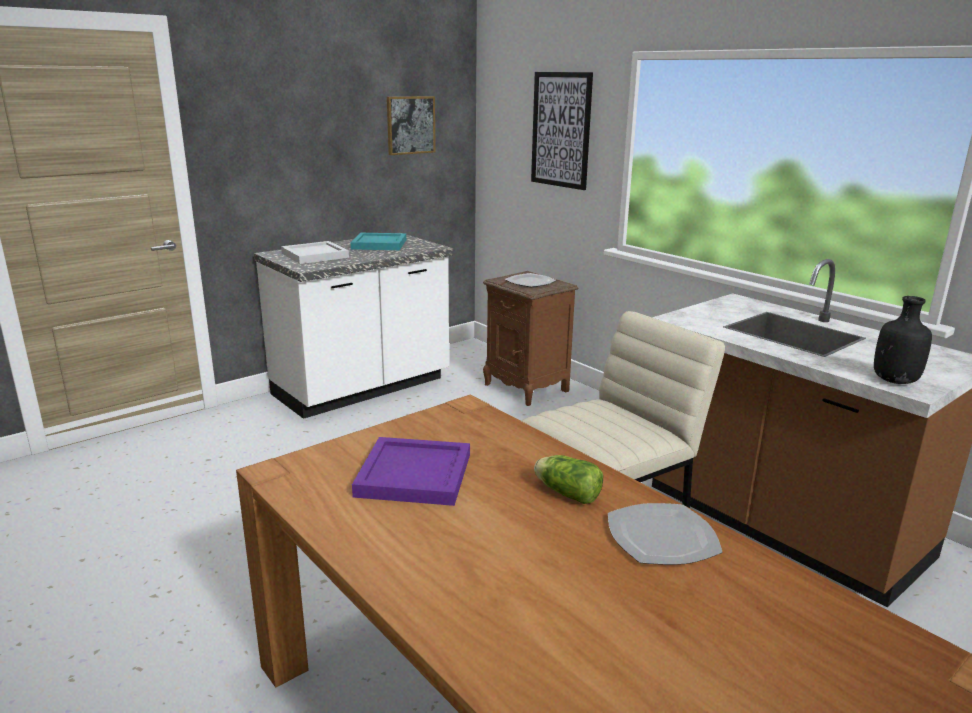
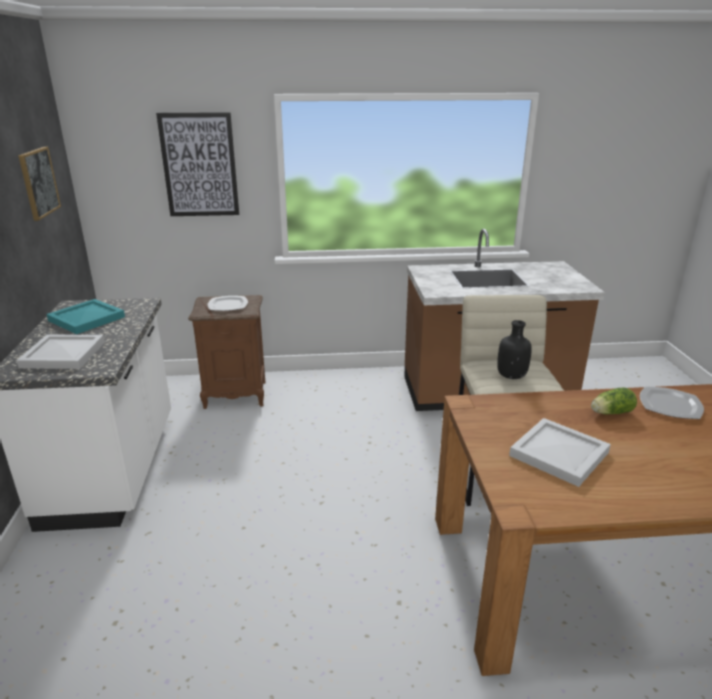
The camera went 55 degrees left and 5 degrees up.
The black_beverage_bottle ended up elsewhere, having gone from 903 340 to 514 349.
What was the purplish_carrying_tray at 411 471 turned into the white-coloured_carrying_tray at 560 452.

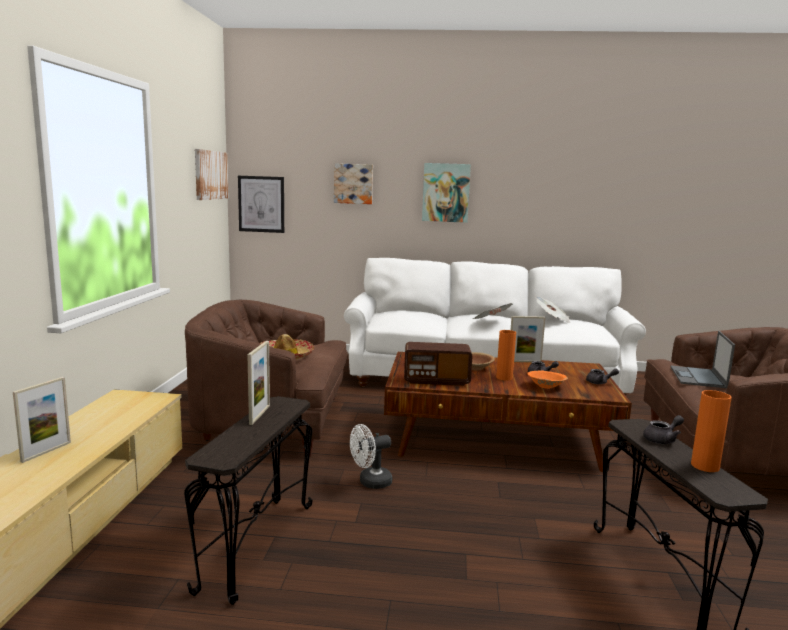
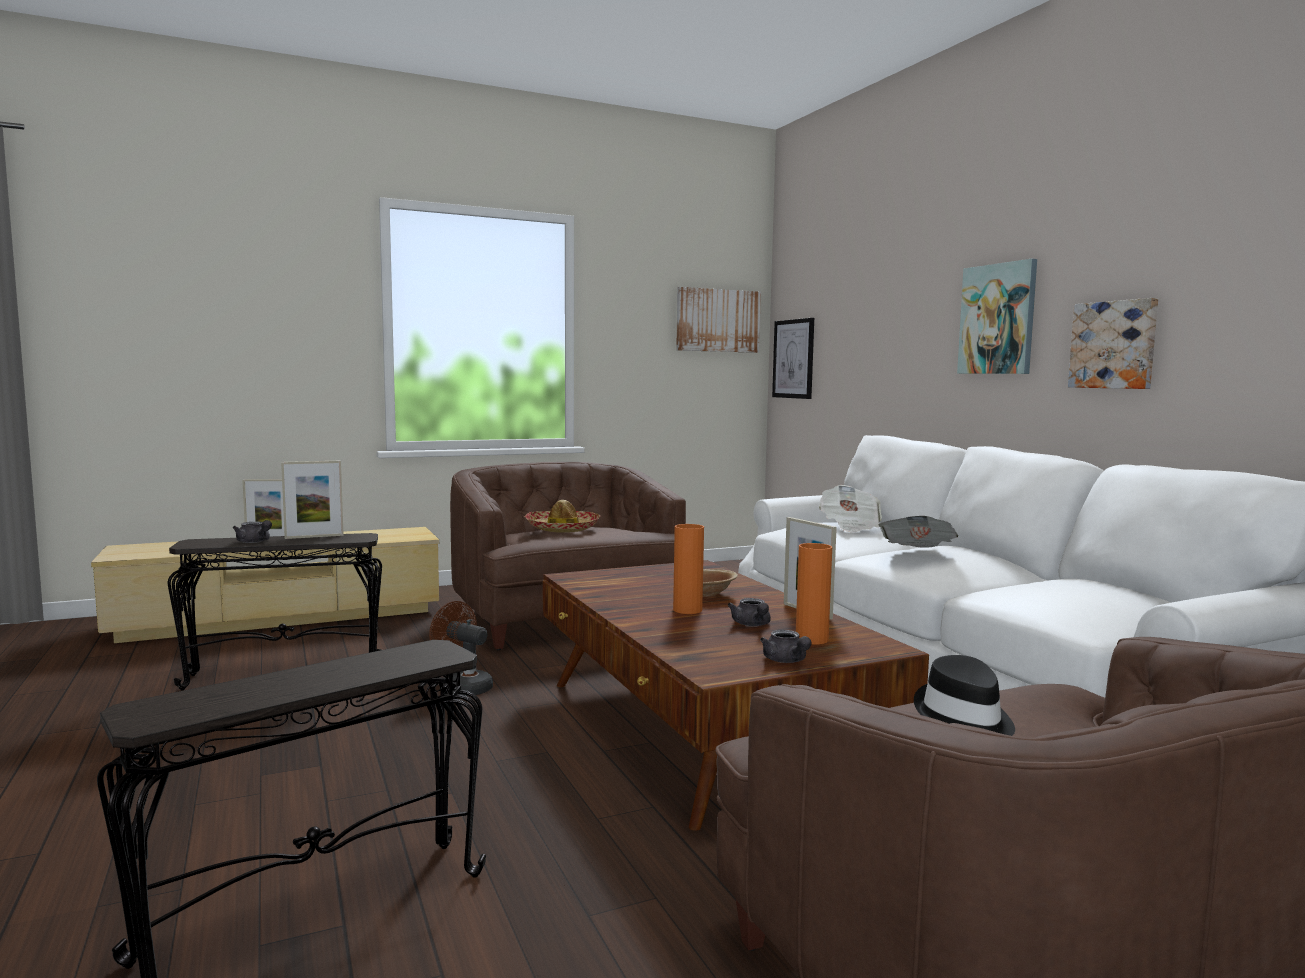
The camera went 60 degrees right and 5 degrees down.
The gray_teapot ended up elsewhere, having gone from 663 429 to 252 531.
What was the white-coloured_electric_fan at 371 456 turned into the brownish_electric_fan at 461 648.
The orange-coloured_flower_vase ended up elsewhere, having gone from 711 431 to 814 594.
The newspaper ended up elsewhere, having gone from 552 309 to 850 508.
Where the notebook_computer stood at 702 359, the black_wearable_hat came to stand at 964 695.
The wall_art ended up elsewhere, having gone from 353 183 to 1113 343.
The second view lost the radio at 438 364.
The second view lost the orange-coloured_deep_dish at 547 379.

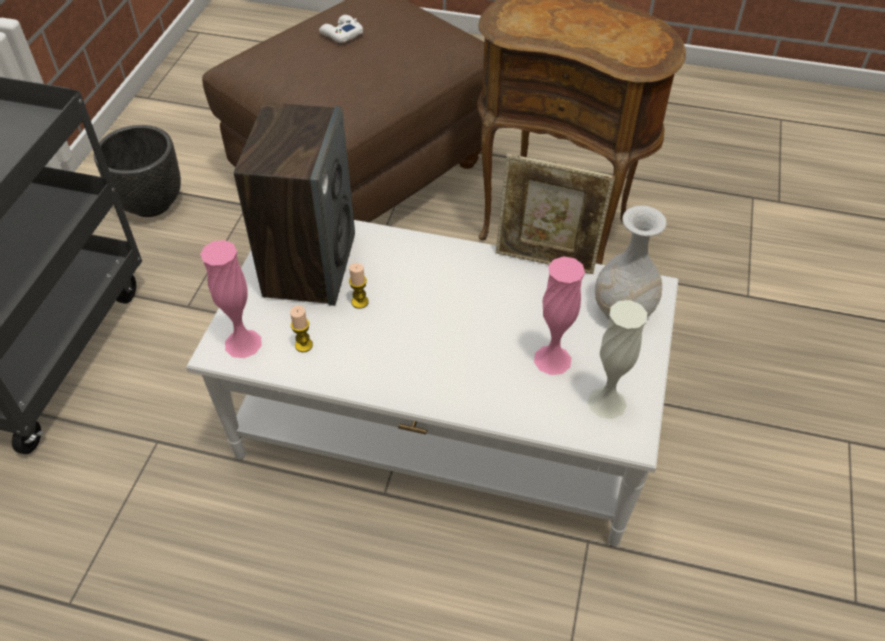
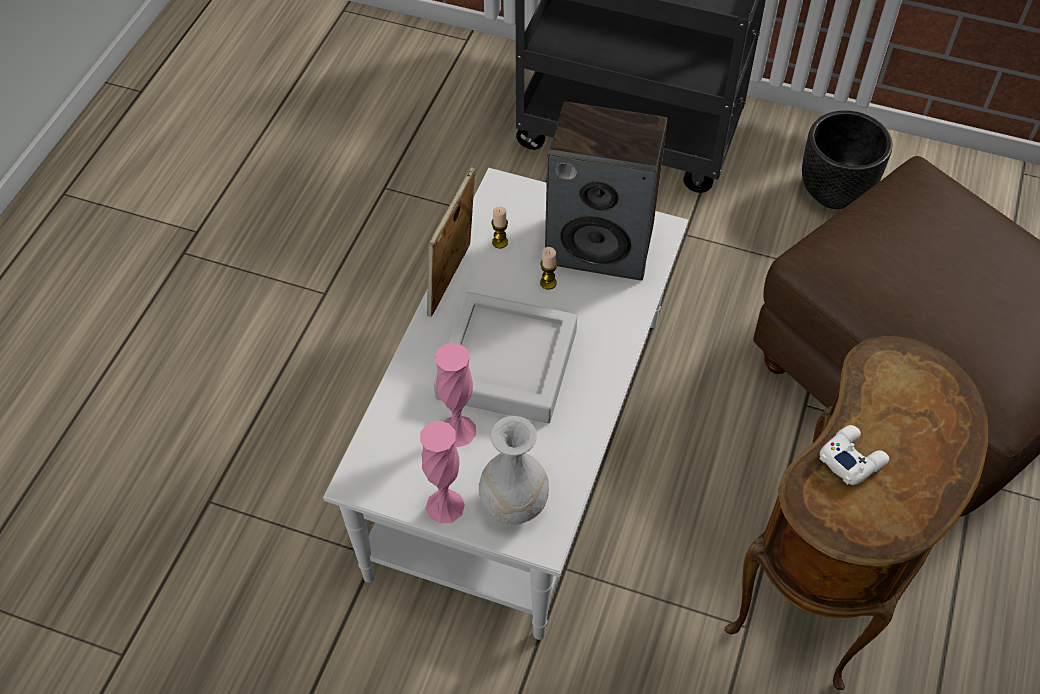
The camera went 95 degrees right and 5 degrees up.
The pink-coloured_flower_vase ended up elsewhere, having gone from 231 299 to 442 472.
The standing_frame ended up elsewhere, having gone from 555 214 to 451 242.
The second view gained the gray_carrying_tray at 505 358.
The white-coloured_gamepad ended up elsewhere, having gone from 341 29 to 854 455.
The second view lost the white-coloured_flower_vase at 617 359.

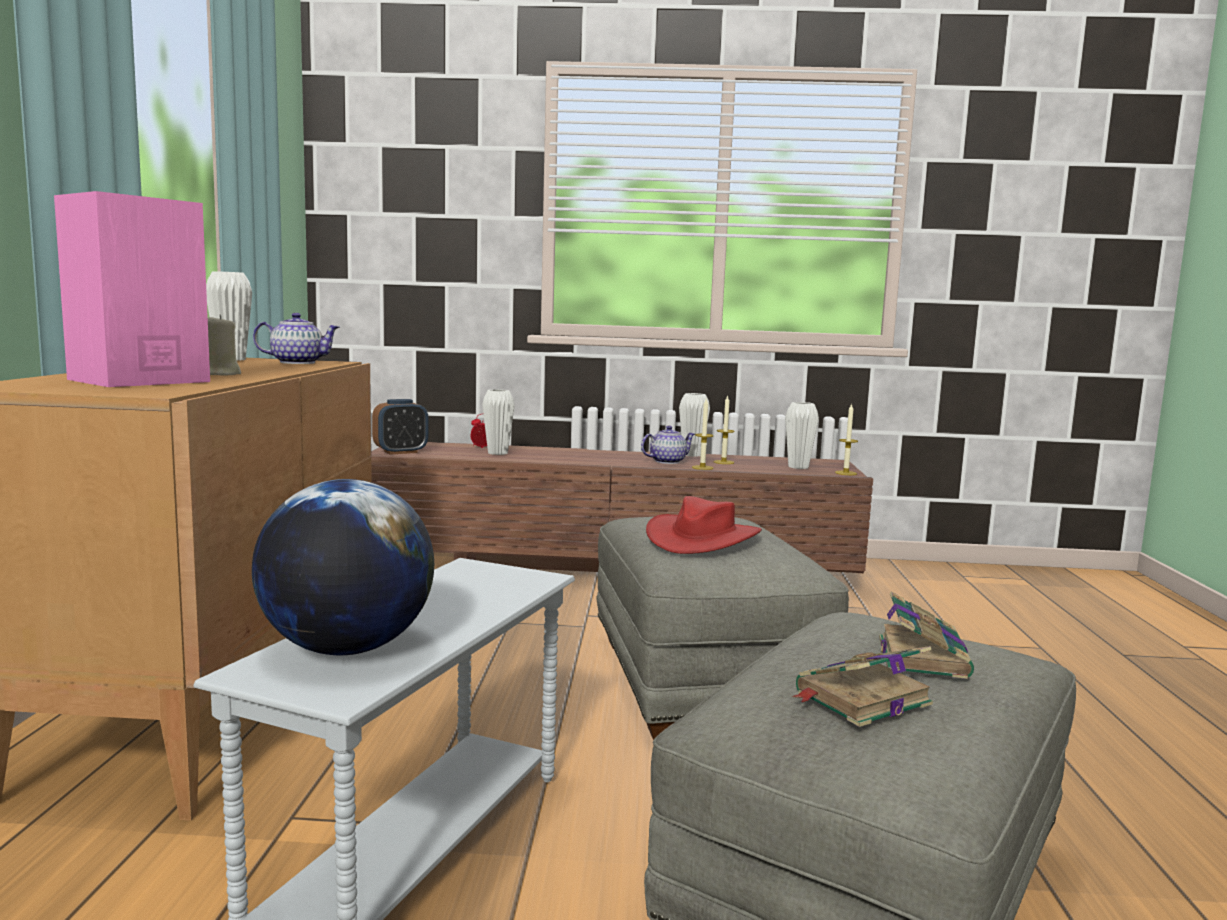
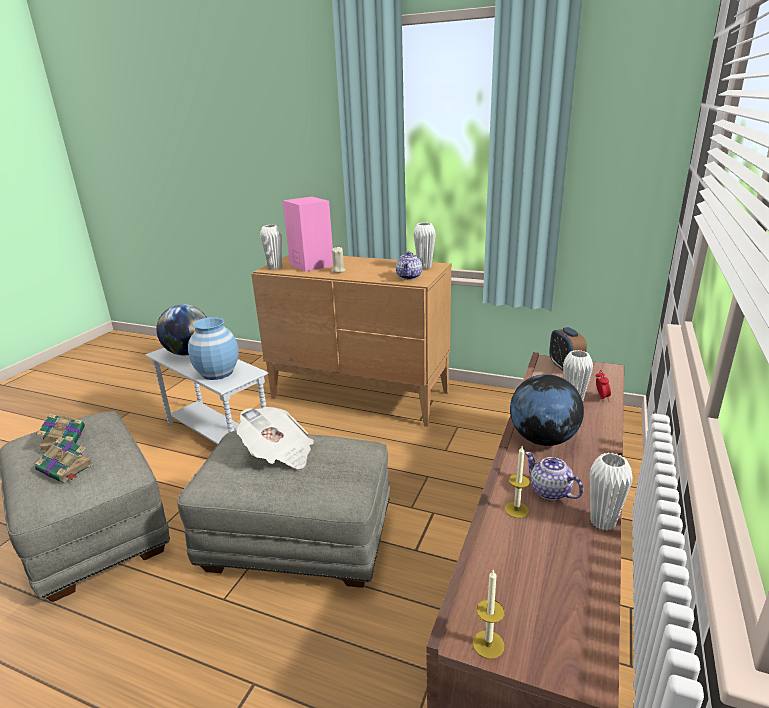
The camera went 110 degrees right and 15 degrees up.
The second view gained the blue_flower_vase at 213 348.
Where the red-coloured_wearable_hat stood at 704 525, the newspaper came to stand at 275 438.
The white-coloured_flower_vase ended up elsewhere, having gone from 802 435 to 271 247.
The second view gained the desk_globe at 547 410.
The teapot at 668 445 ended up facing another way, 150 degrees clockwise from before.
The second view lost the candle at 724 429.

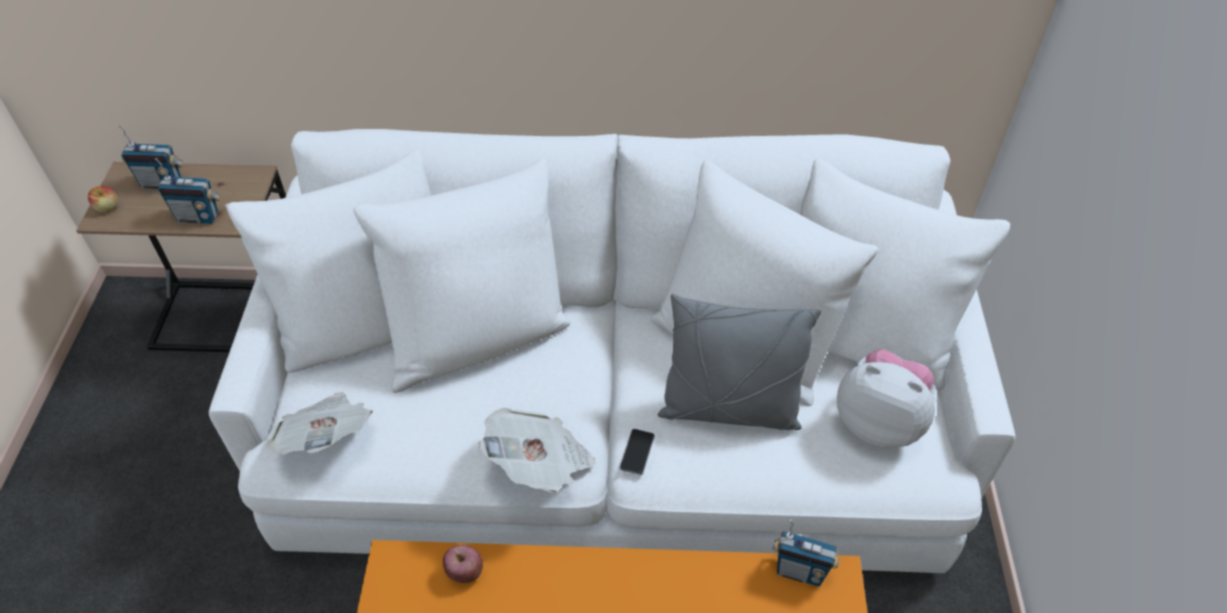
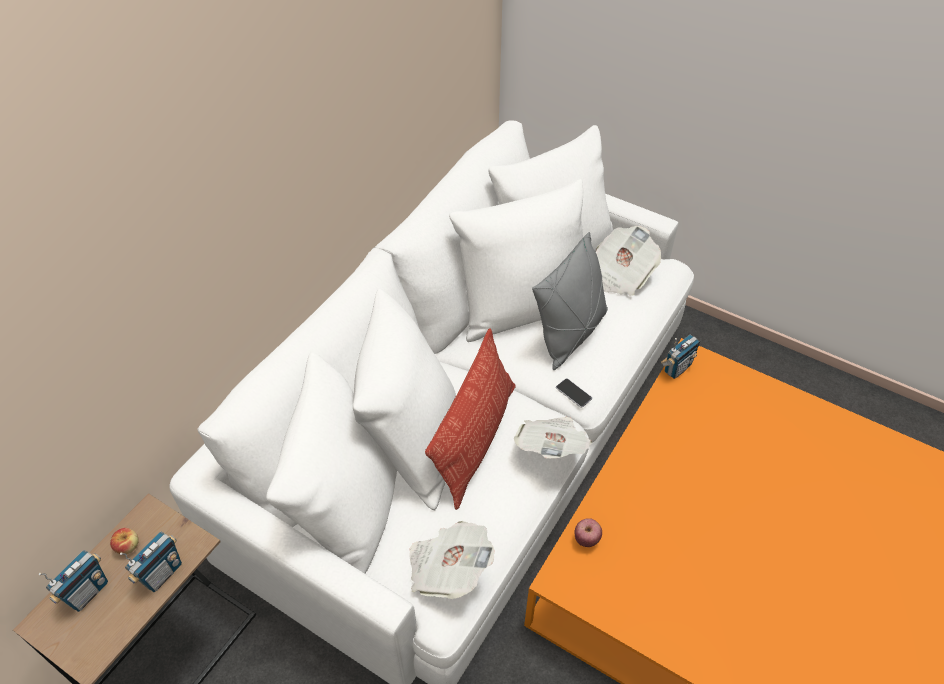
The camera went 60 degrees left and 0 degrees up.
The apple_fruit ended up elsewhere, having gone from 103 199 to 124 541.
The second view gained the cushion at 470 419.
Where the cuddly_toy stood at 886 398, the newspaper came to stand at 628 261.

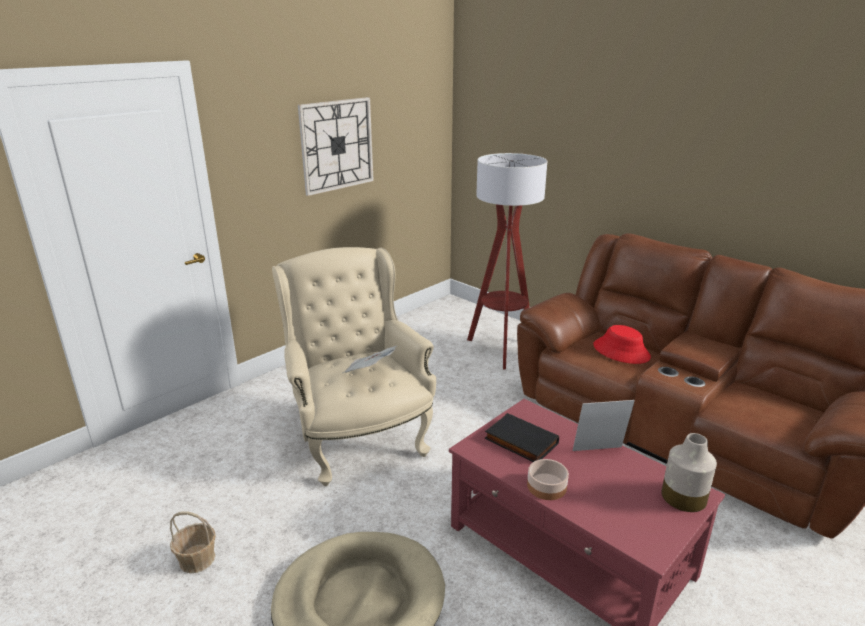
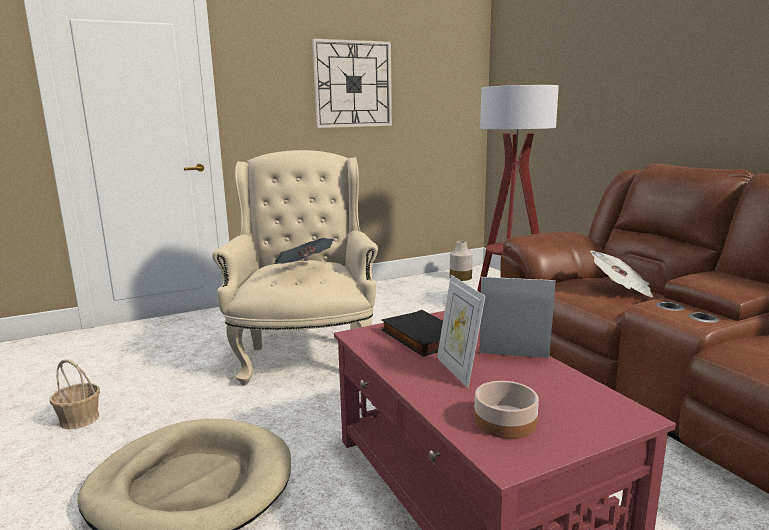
The camera went 20 degrees right and 10 degrees down.
The second view gained the standing_frame at 461 331.
The sand-coloured_flower_vase ended up elsewhere, having gone from 689 472 to 461 261.
The deep_dish ended up elsewhere, having gone from 548 479 to 506 410.
Where the red-coloured_wearable_hat stood at 622 344, the newspaper came to stand at 622 274.

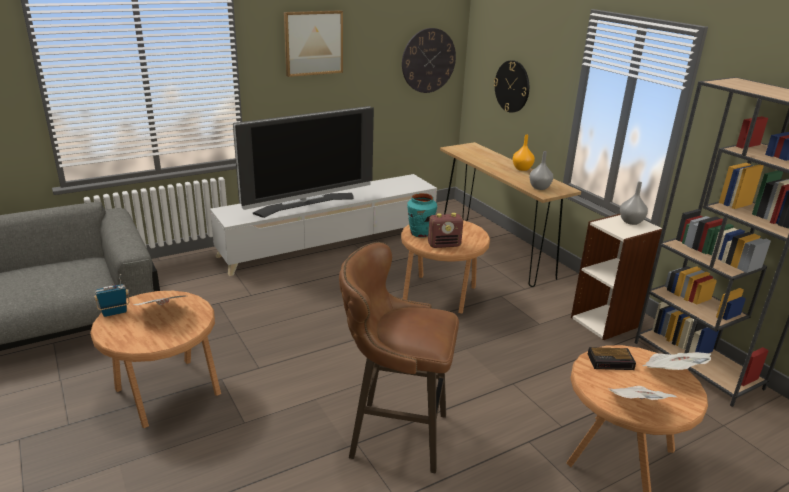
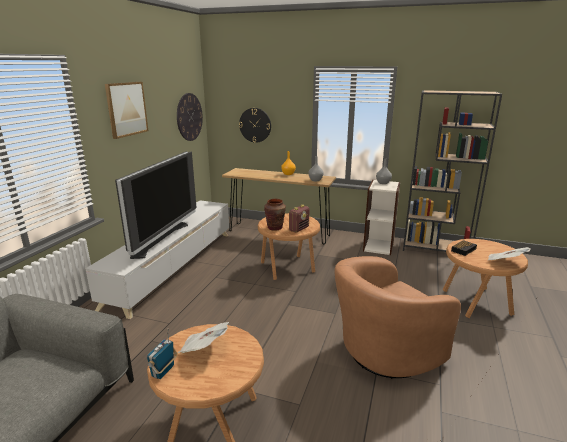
The camera went 40 degrees left and 5 degrees down.
What was the turquoise-coloured_flower_vase at 422 215 turned into the brownish_flower_vase at 275 215.
Where the brownish_stool_seat stood at 399 358, the brownish_easy_chair came to stand at 398 317.
The second view lost the newspaper at 677 361.

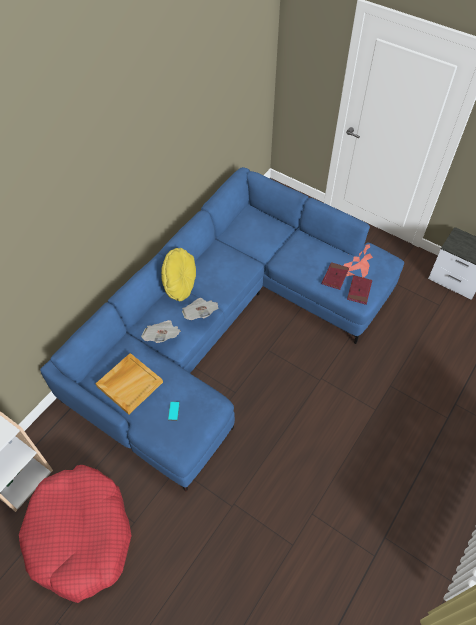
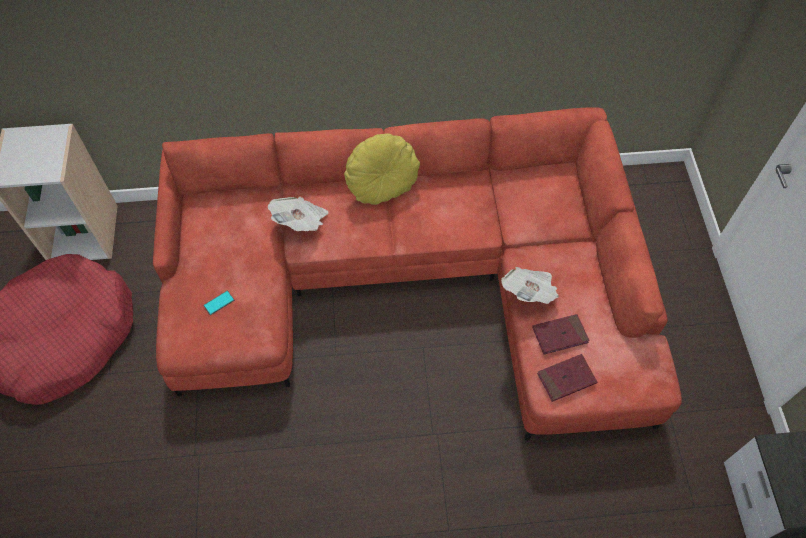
The camera went 50 degrees right and 5 degrees up.
What was the blue_settee at 222 329 turned into the red-coloured_settee at 417 274.
The newspaper ended up elsewhere, having gone from 200 309 to 530 285.
The second view lost the sand-coloured_carrying_tray at 129 384.

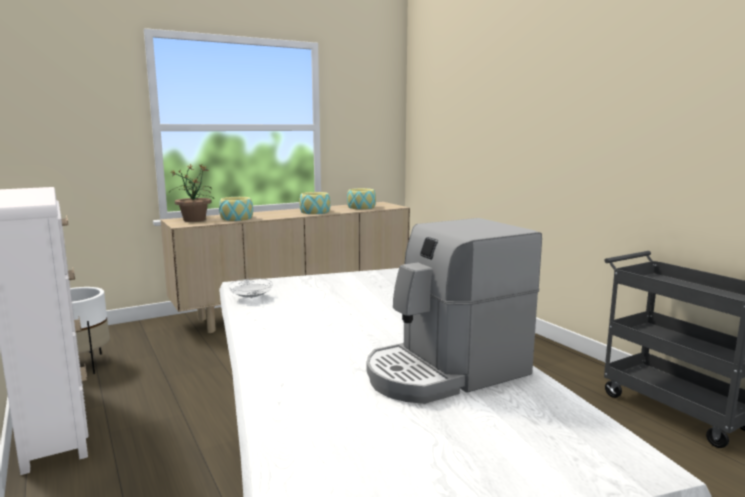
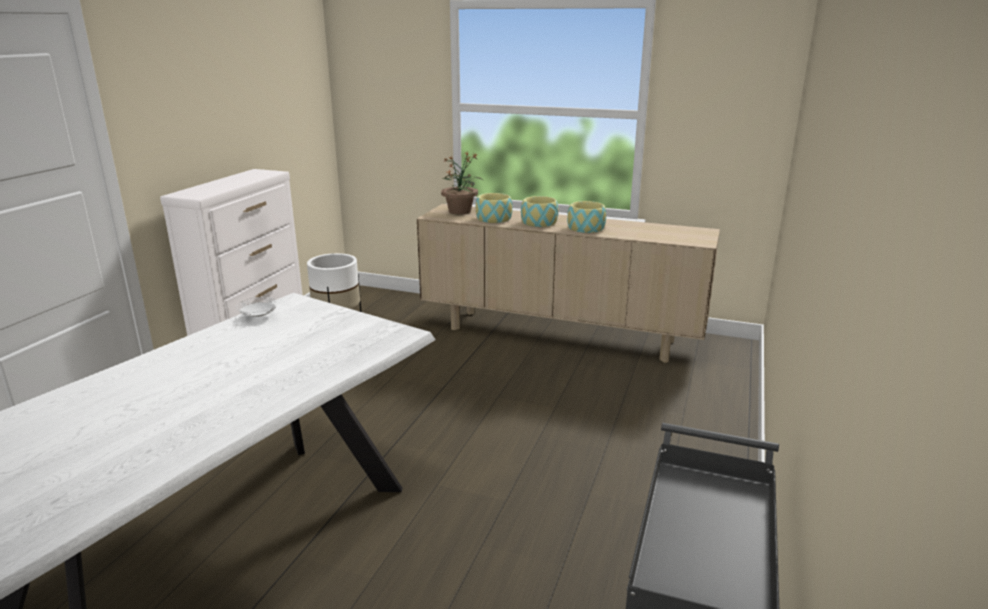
The camera went 50 degrees right and 10 degrees up.
The deep_dish ended up elsewhere, having gone from 361 198 to 540 211.
The second view lost the coffee_brewer at 454 311.

